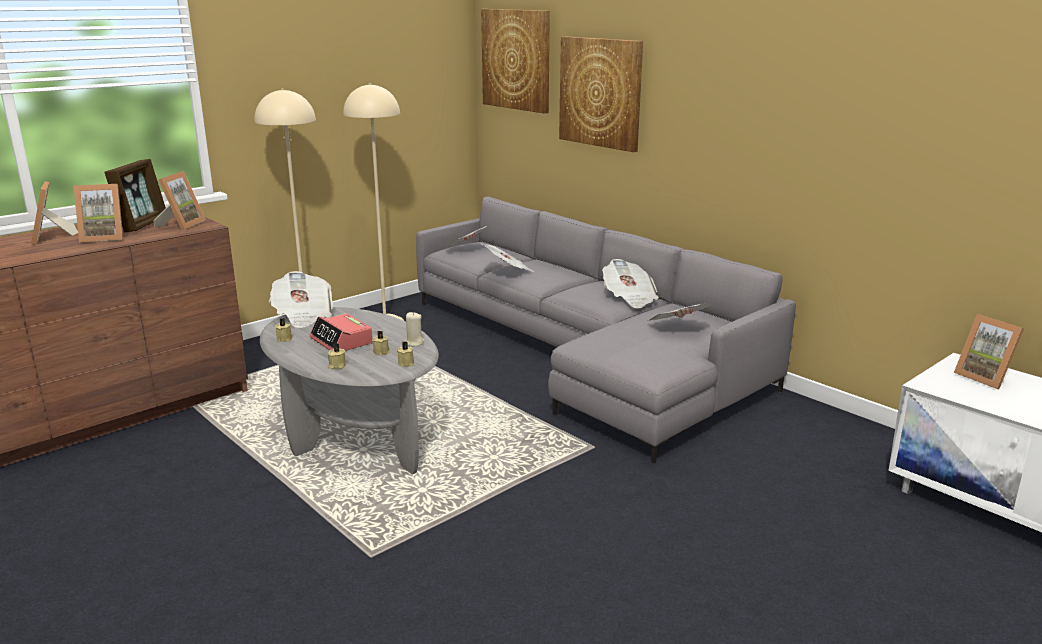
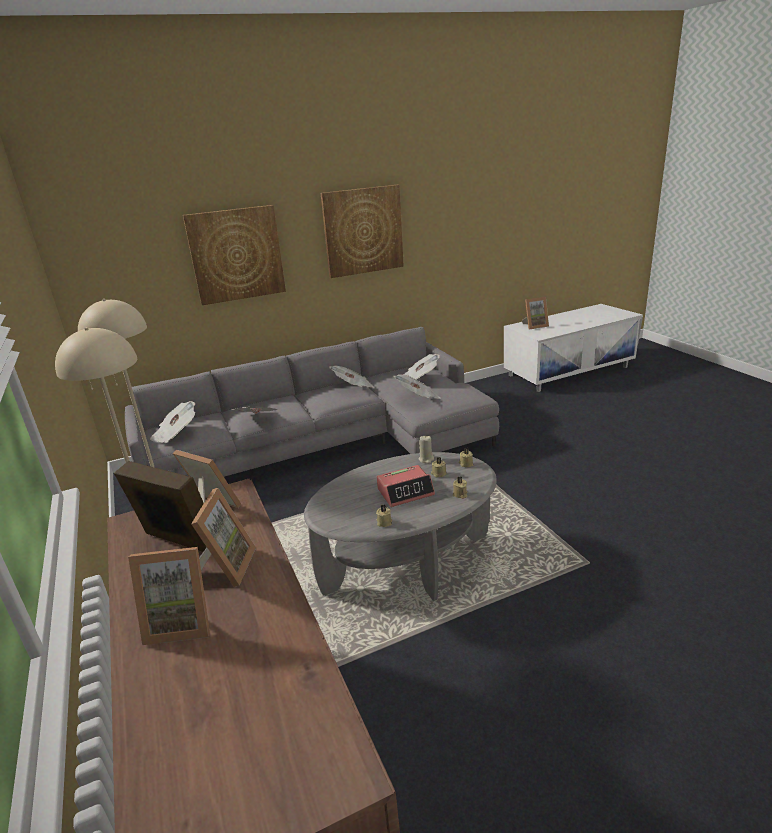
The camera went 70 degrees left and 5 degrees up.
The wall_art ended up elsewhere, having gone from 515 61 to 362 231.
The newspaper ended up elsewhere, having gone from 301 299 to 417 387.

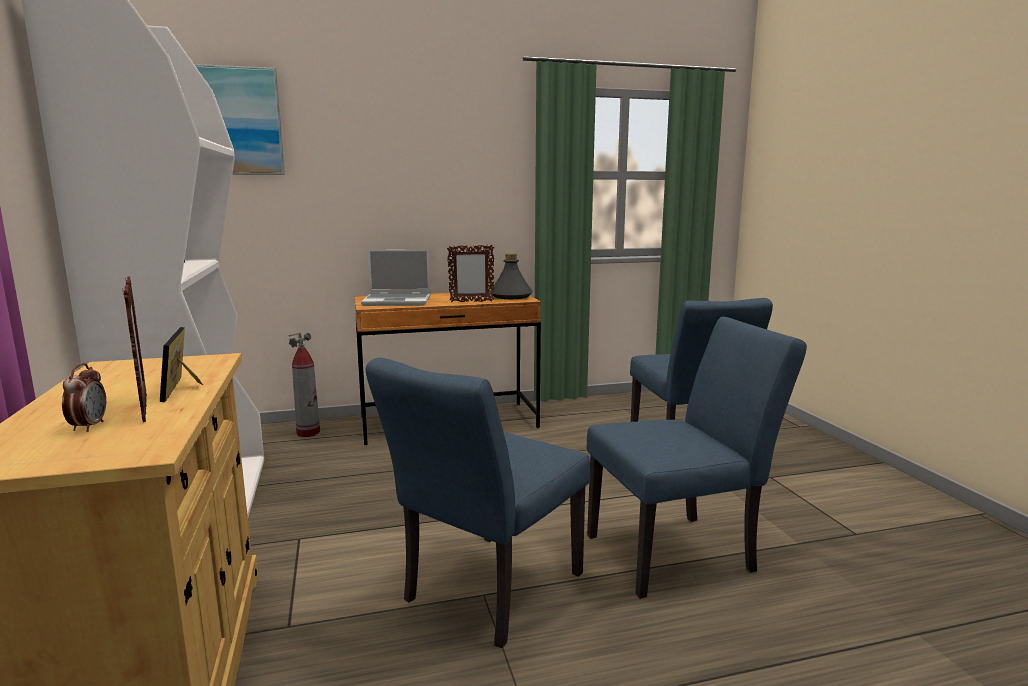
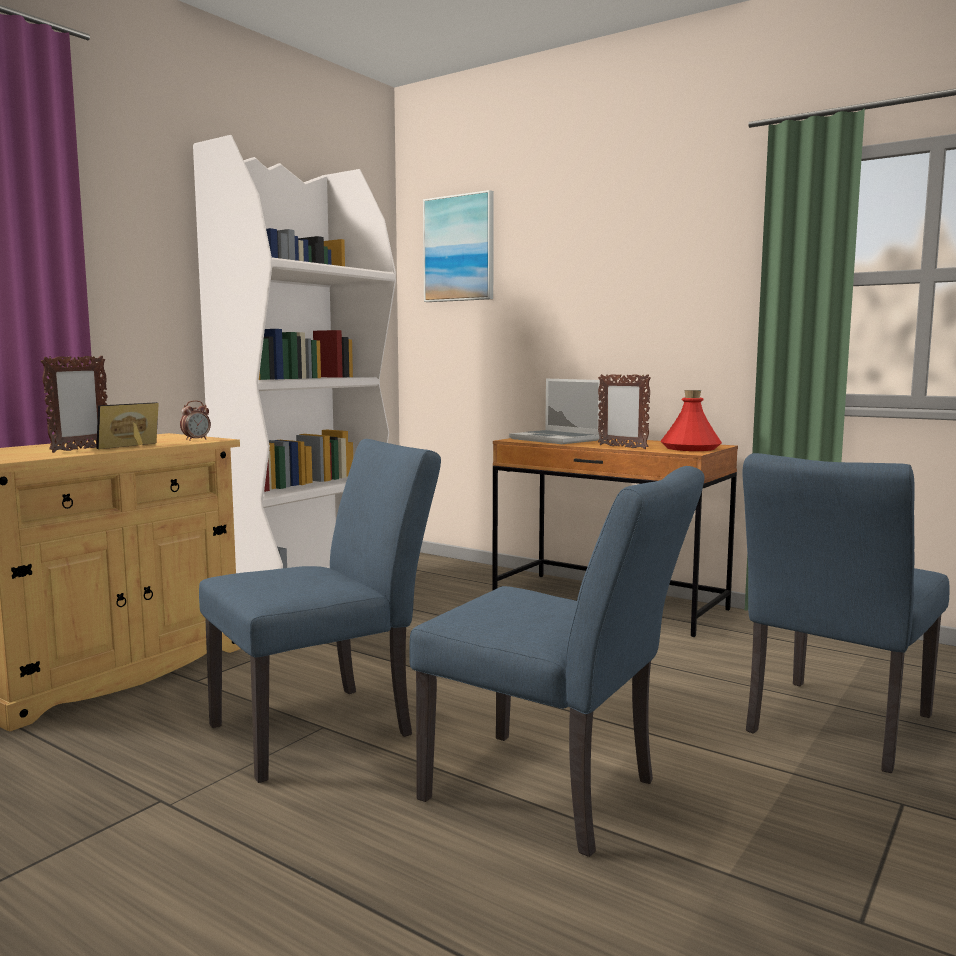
The camera went 50 degrees right and 5 degrees down.
The alarm_clock ended up elsewhere, having gone from 84 397 to 195 420.
The blue_chair at 478 502 ended up facing another way, 150 degrees clockwise from before.
What was the gray_beverage_bottle at 511 276 turned into the red-coloured_beverage_bottle at 691 420.
The second view lost the fire-fighting_cylinder at 304 385.

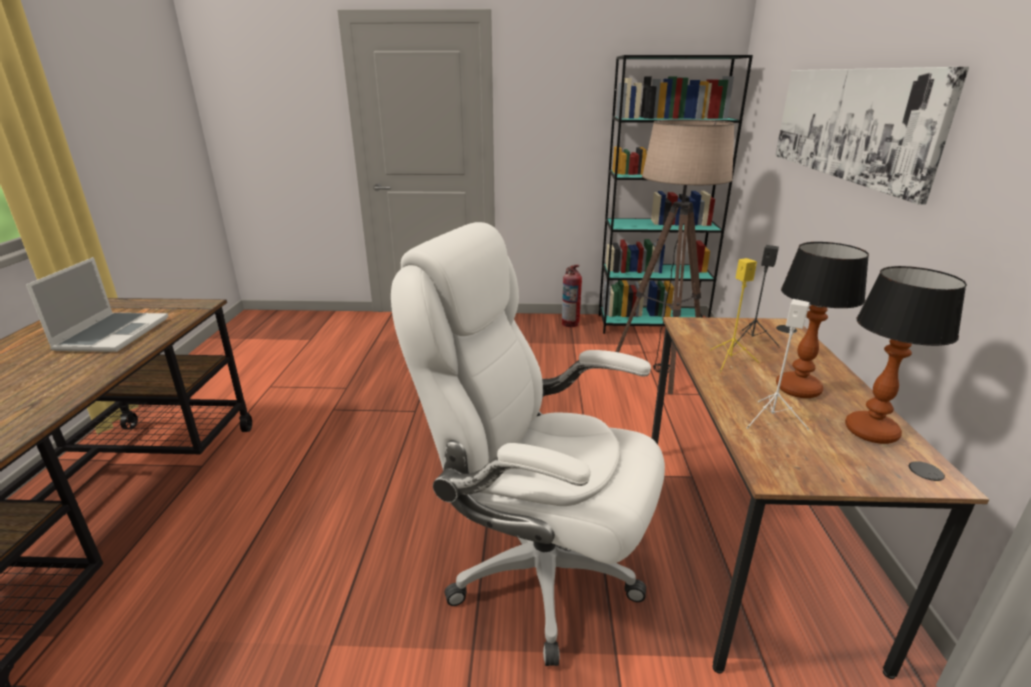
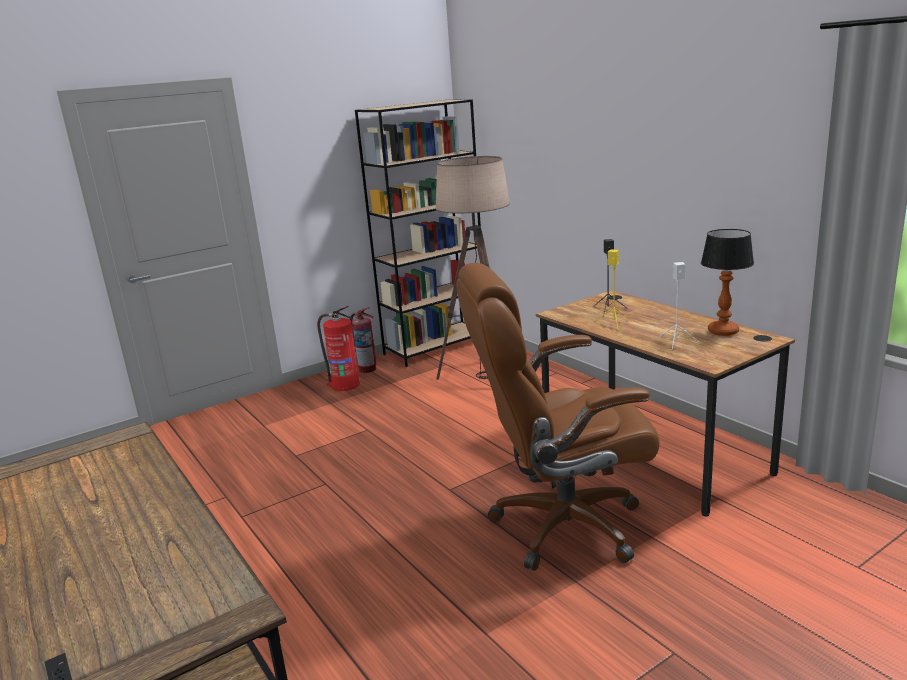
The camera went 35 degrees left and 5 degrees down.
The second view gained the fire-fighting_cylinder at 338 348.
What was the turquoise-coloured_bookcase at 676 194 turned into the sand-coloured_bookcase at 418 233.
What was the white-coloured_computer_chair at 528 444 turned into the brownish_computer_chair at 558 417.
The second view lost the notebook_computer at 97 304.
The second view lost the wall_art at 872 135.
The second view lost the lamp_for_a_table at 822 320.

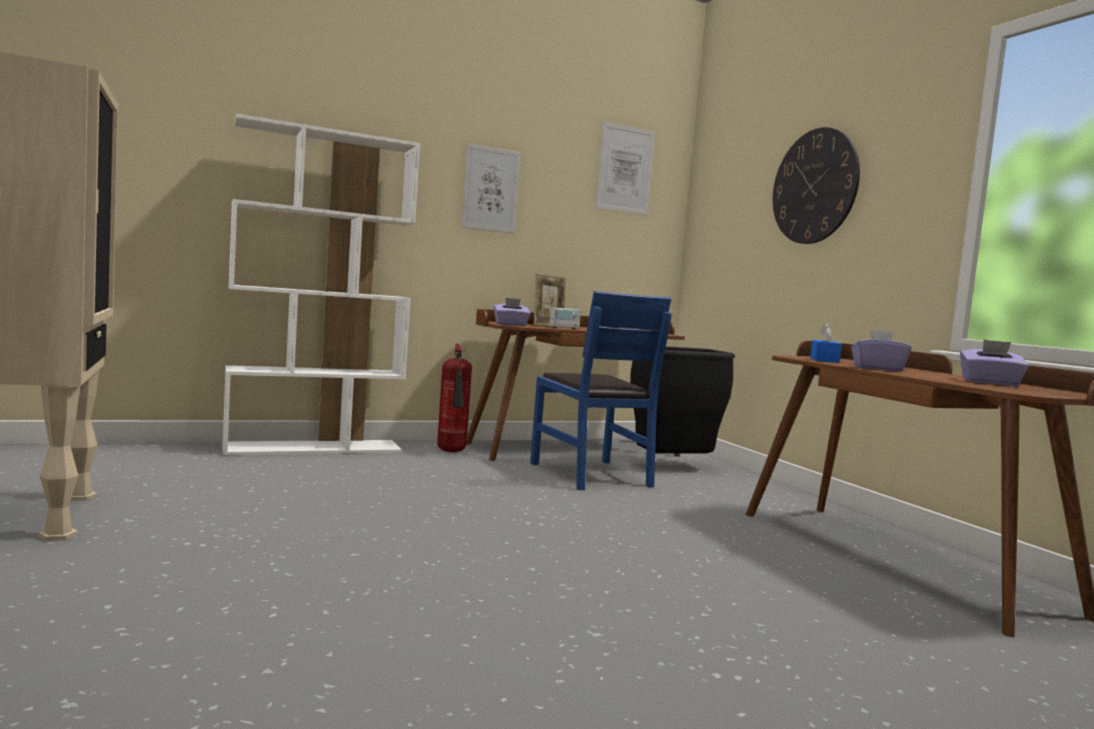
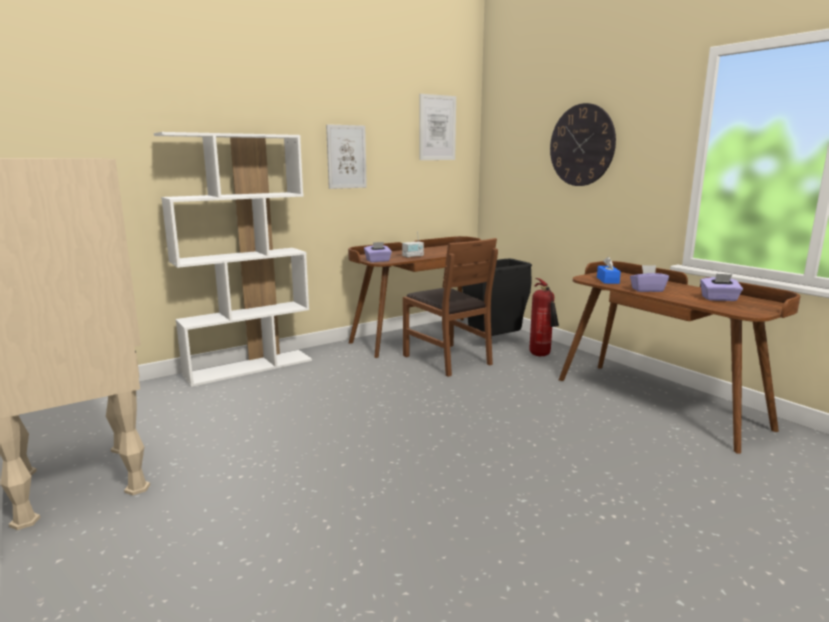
The camera went 10 degrees left and 10 degrees up.
What was the blue_chair at 601 390 turned into the brownish_chair at 450 307.
The fire-fighting_cylinder ended up elsewhere, having gone from 454 398 to 544 317.
The second view lost the standing_frame at 550 300.

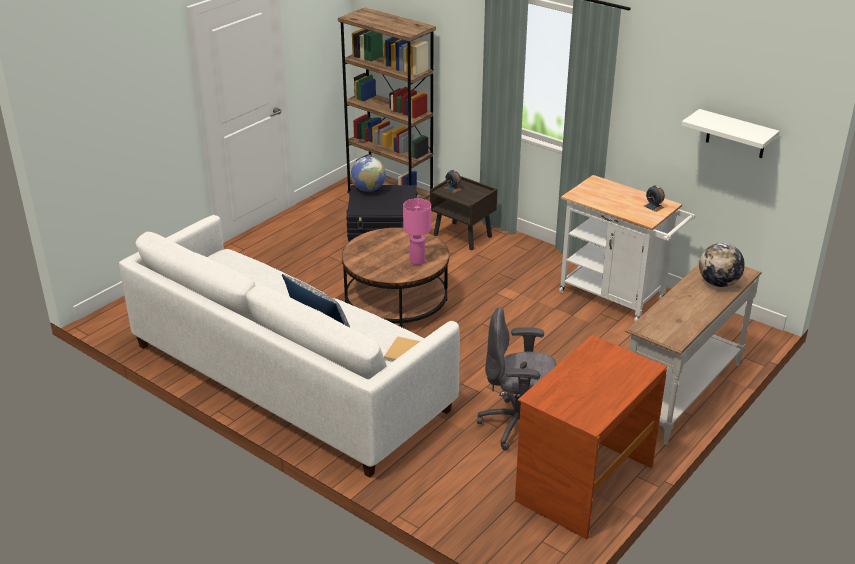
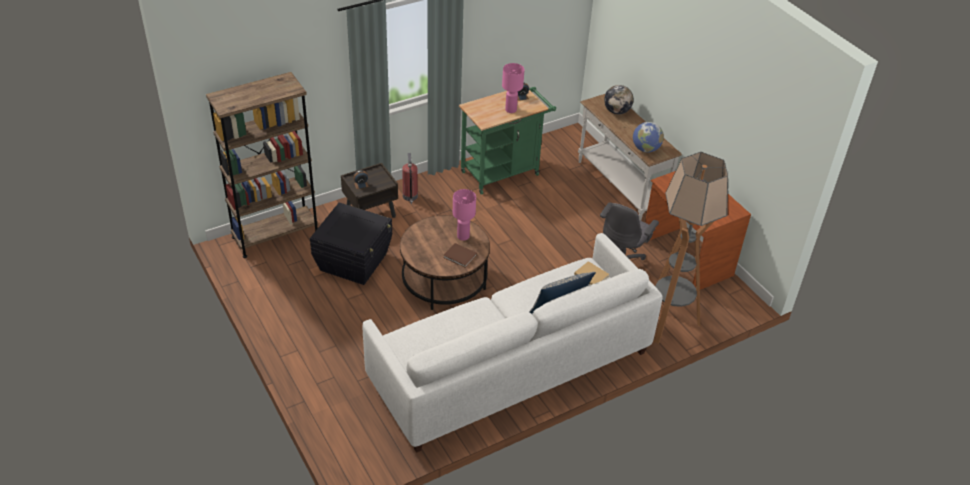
The camera went 70 degrees left and 10 degrees up.
The second view gained the fire-fighting_cylinder at 410 178.
The second view gained the brownish_book at 460 255.
What was the white-coloured_cart at 627 248 turned into the green_cart at 507 141.
The second view gained the pink-coloured_lamp_for_a_table at 513 88.
The desk_globe ended up elsewhere, having gone from 368 174 to 648 137.
The second view gained the floor_lamp at 691 248.
The second view lost the white-coloured_shelf at 730 133.

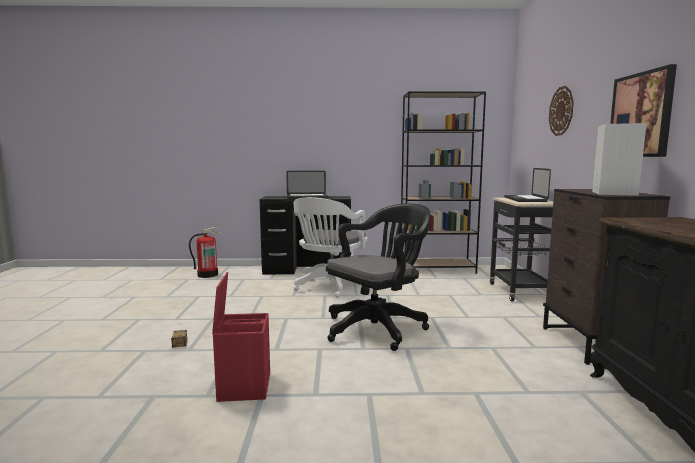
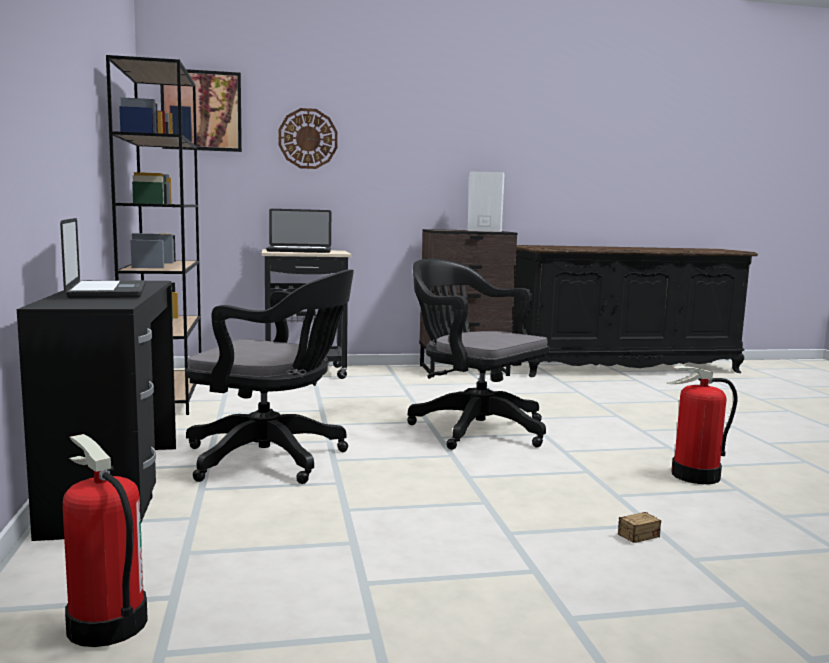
The camera went 100 degrees left and 0 degrees up.
The wall_art ended up elsewhere, having gone from 643 110 to 201 110.
What was the white-coloured_computer_chair at 330 247 turned into the black_computer_chair at 269 376.
Where the red-coloured_storage_container stood at 241 337, the fire-fighting_cylinder came to stand at 702 425.

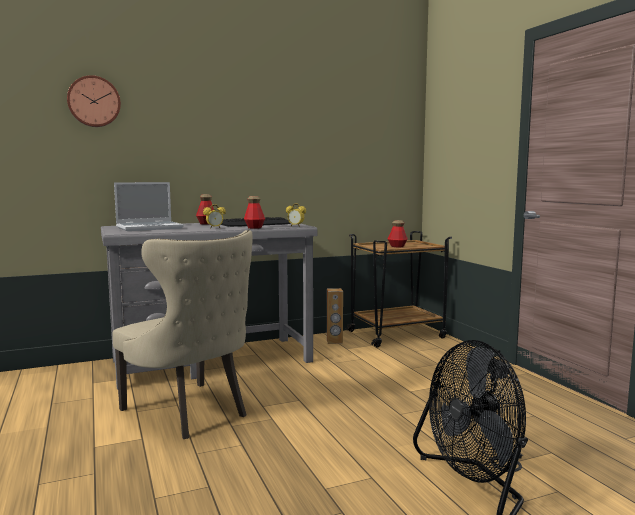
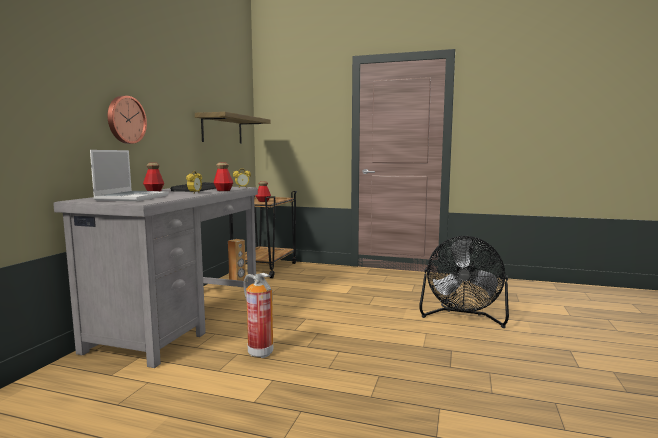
The camera went 50 degrees left and 0 degrees up.
The clock_on_the_wall ended up elsewhere, having gone from 94 101 to 127 120.
The second view gained the shelf at 232 128.
Where the sand-coloured_chair stood at 182 334, the fire-fighting_cylinder came to stand at 258 315.

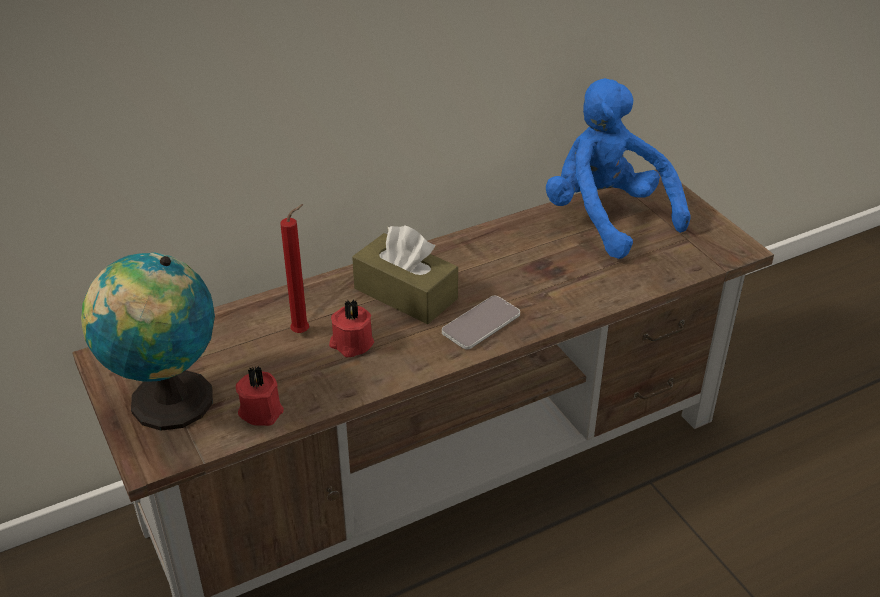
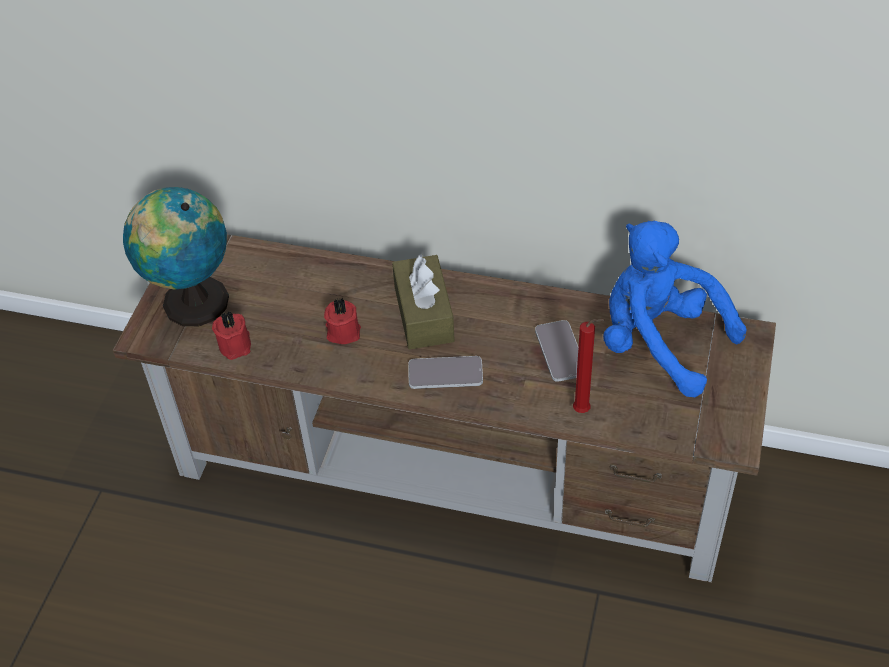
The camera went 45 degrees right and 10 degrees up.
The second view gained the handset at 557 351.
The red-coloured_candle ended up elsewhere, having gone from 294 268 to 588 366.
The blue_cuddly_toy at 618 168 ended up facing another way, 60 degrees counterclockwise from before.

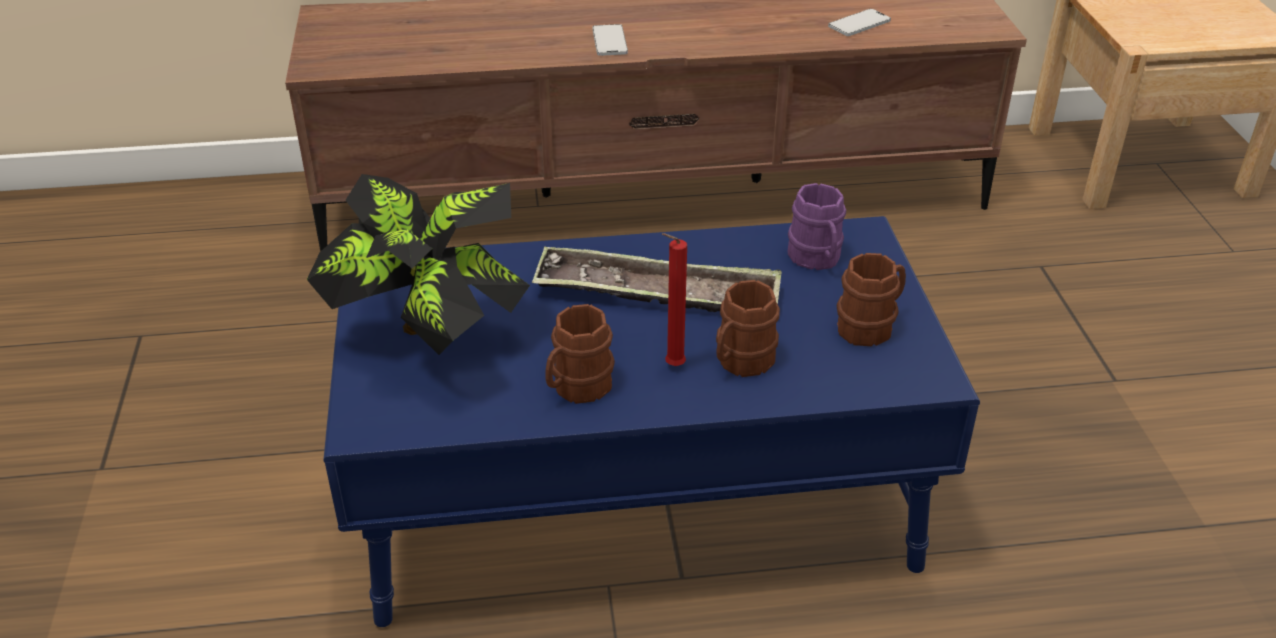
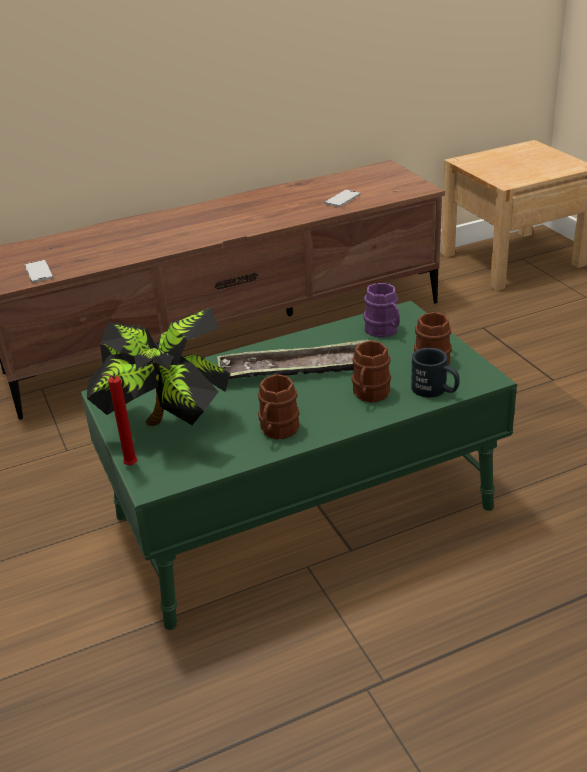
The camera went 15 degrees left and 5 degrees down.
The handset ended up elsewhere, having gone from 610 40 to 39 271.
What was the blue_coffee_table at 651 421 turned into the green_coffee_table at 299 465.
The red-coloured_candle ended up elsewhere, having gone from 674 299 to 119 420.
The second view gained the black_mug at 435 372.

